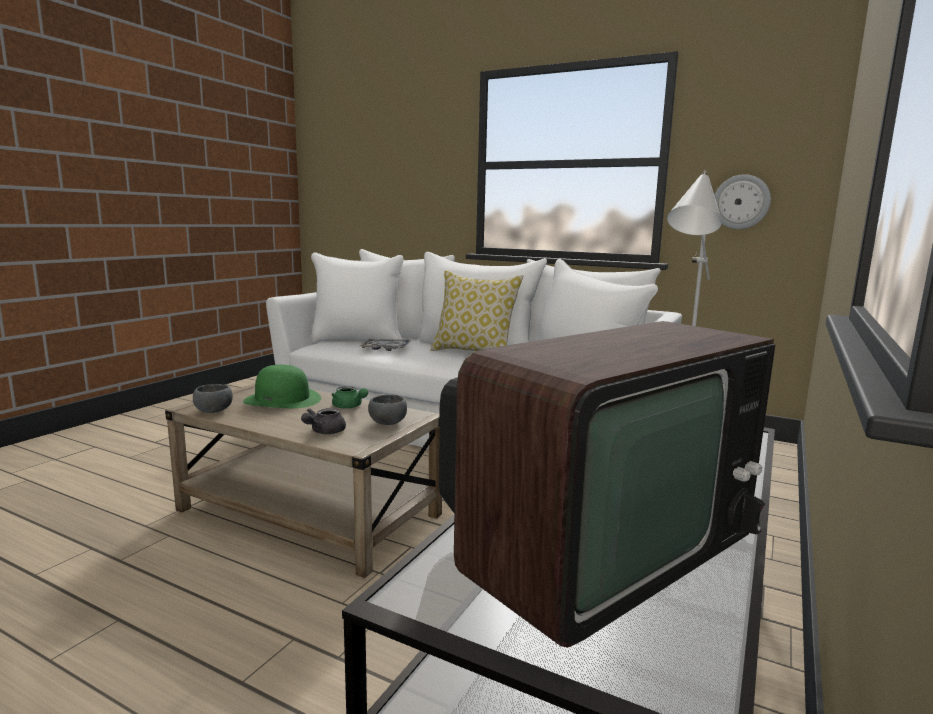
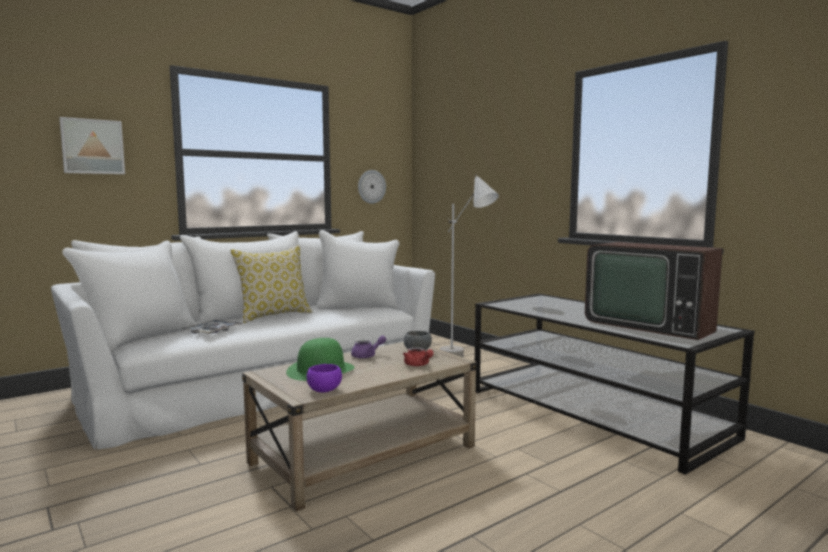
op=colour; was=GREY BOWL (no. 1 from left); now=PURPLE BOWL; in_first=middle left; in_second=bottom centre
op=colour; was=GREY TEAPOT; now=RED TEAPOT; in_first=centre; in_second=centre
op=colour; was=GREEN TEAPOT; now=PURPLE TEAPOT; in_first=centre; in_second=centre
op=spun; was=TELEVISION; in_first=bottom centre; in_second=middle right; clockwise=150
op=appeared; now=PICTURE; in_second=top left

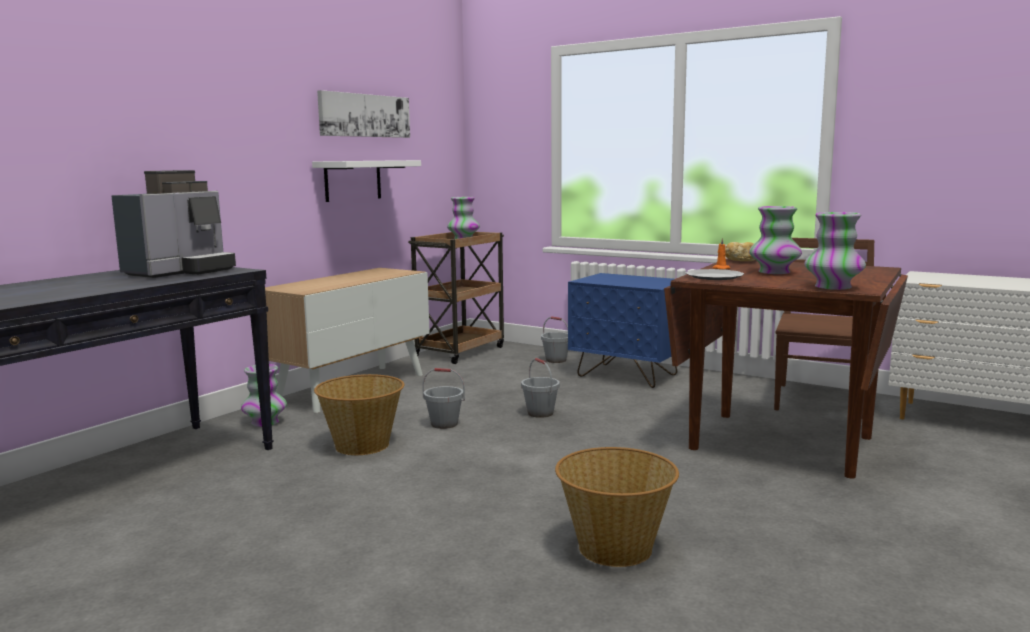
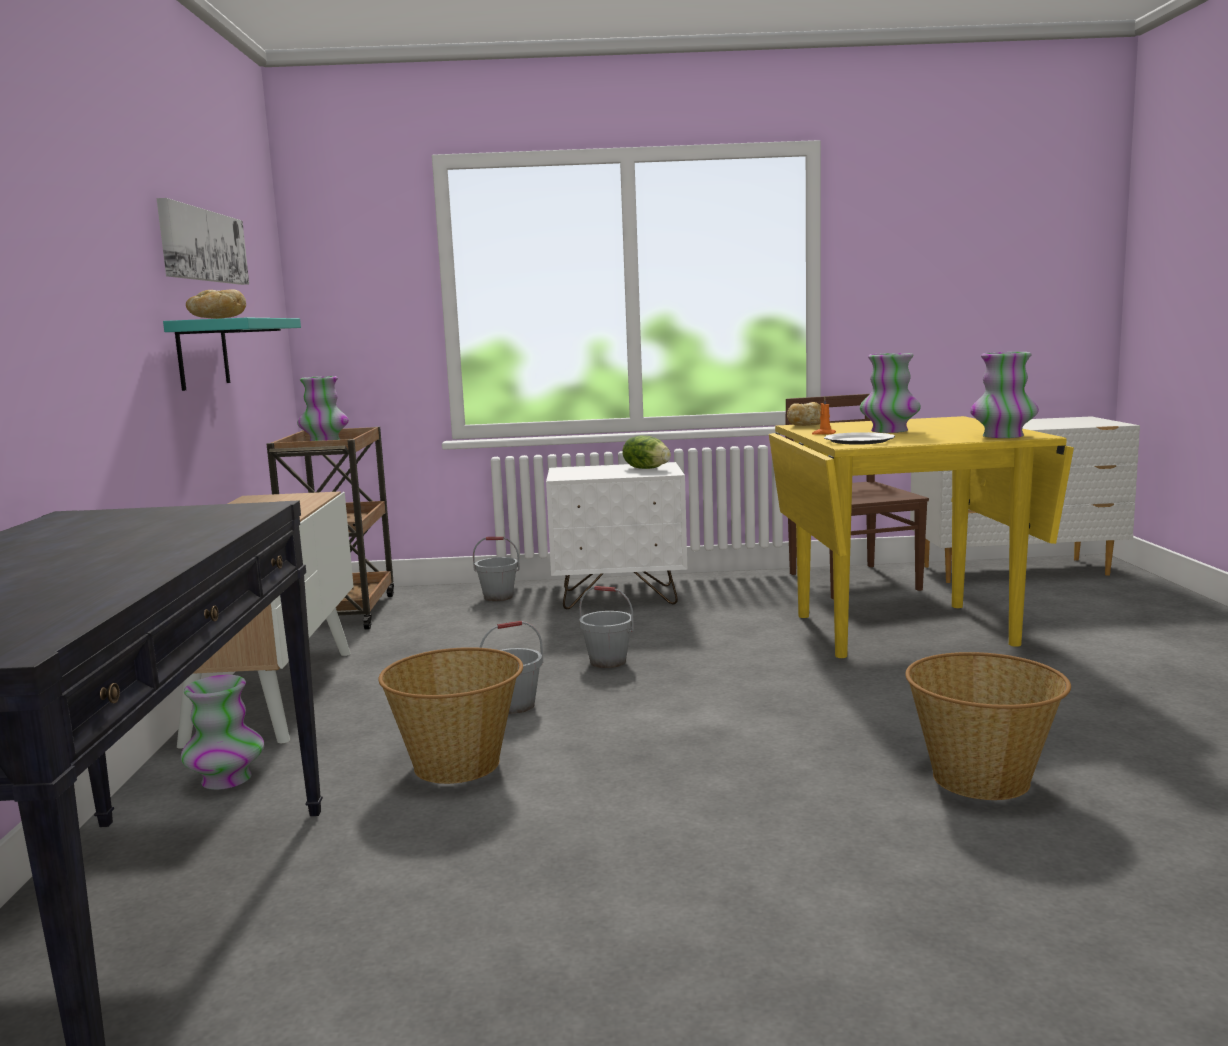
op=missing; was=COFFEE MACHINE; in_first=middle left
op=colour; was=WHITE SHELF; now=TURQUOISE SHELF; in_first=top centre; in_second=middle left
op=colour; was=BLUE NIGHTSTAND; now=WHITE NIGHTSTAND; in_first=centre; in_second=centre
op=colour; was=BROWN DINING TABLE; now=YELLOW DINING TABLE; in_first=middle right; in_second=middle right
op=appeared; now=BREAD (no. 1 from left); in_second=top left
op=appeared; now=LETTUCE; in_second=centre

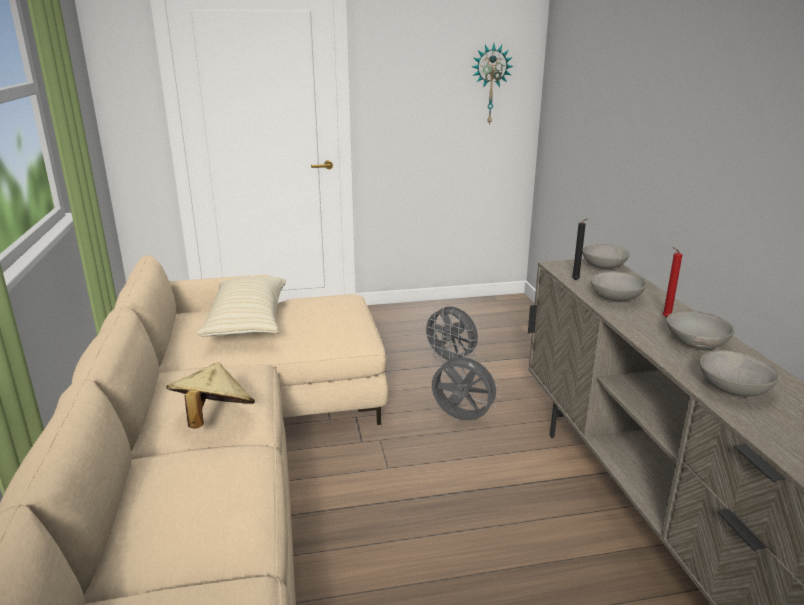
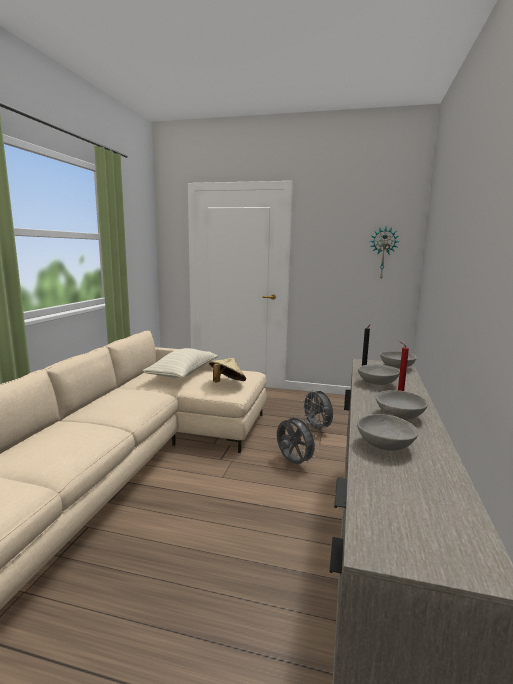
op=relocated; was=BEIGE HAT; in_first=middle left; in_second=centre

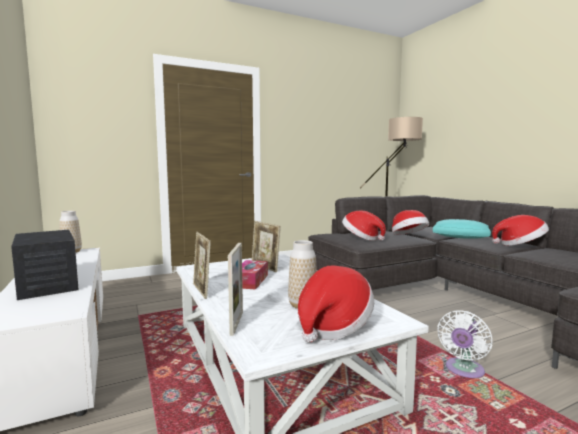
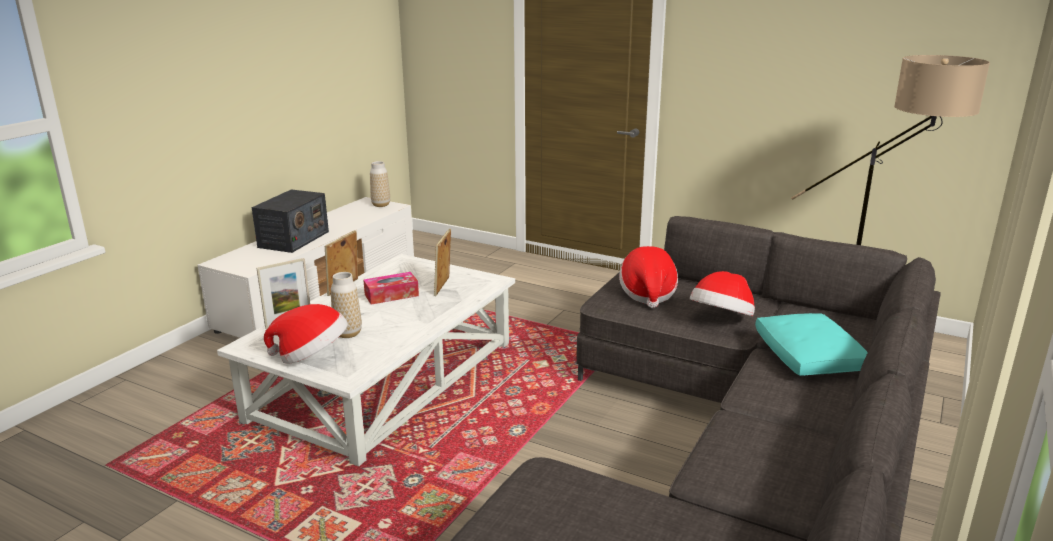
op=missing; was=WHITE FAN; in_first=bottom right
op=missing; was=HAT (no. 4 from left); in_first=middle right

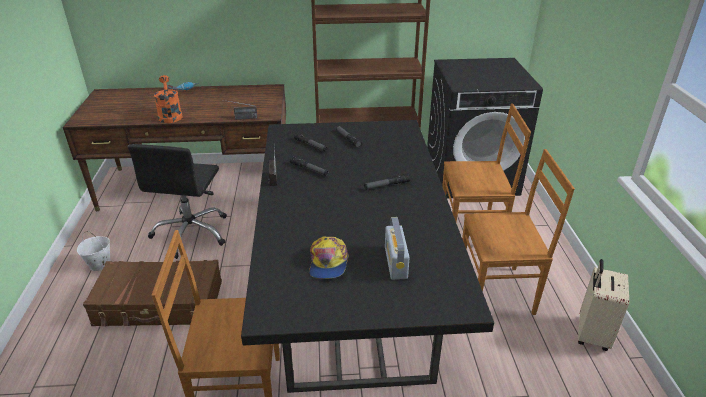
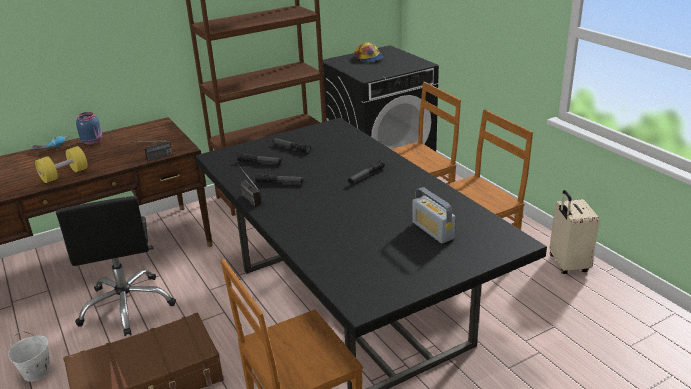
op=exchanged; was=ORANGE WATERING CAN; now=YELLOW DUMBBELL; in_first=top left; in_second=middle left
op=relocated; was=CAP; in_first=centre; in_second=top centre
op=appeared; now=BLUE JAR; in_second=top left

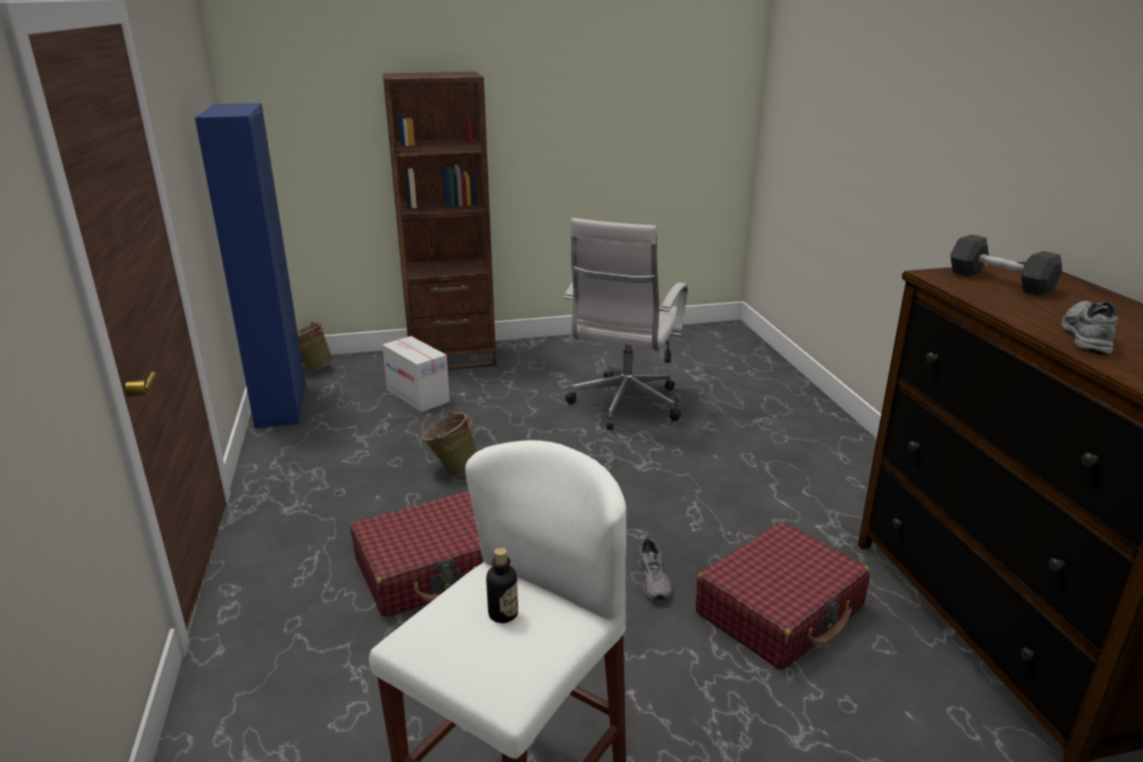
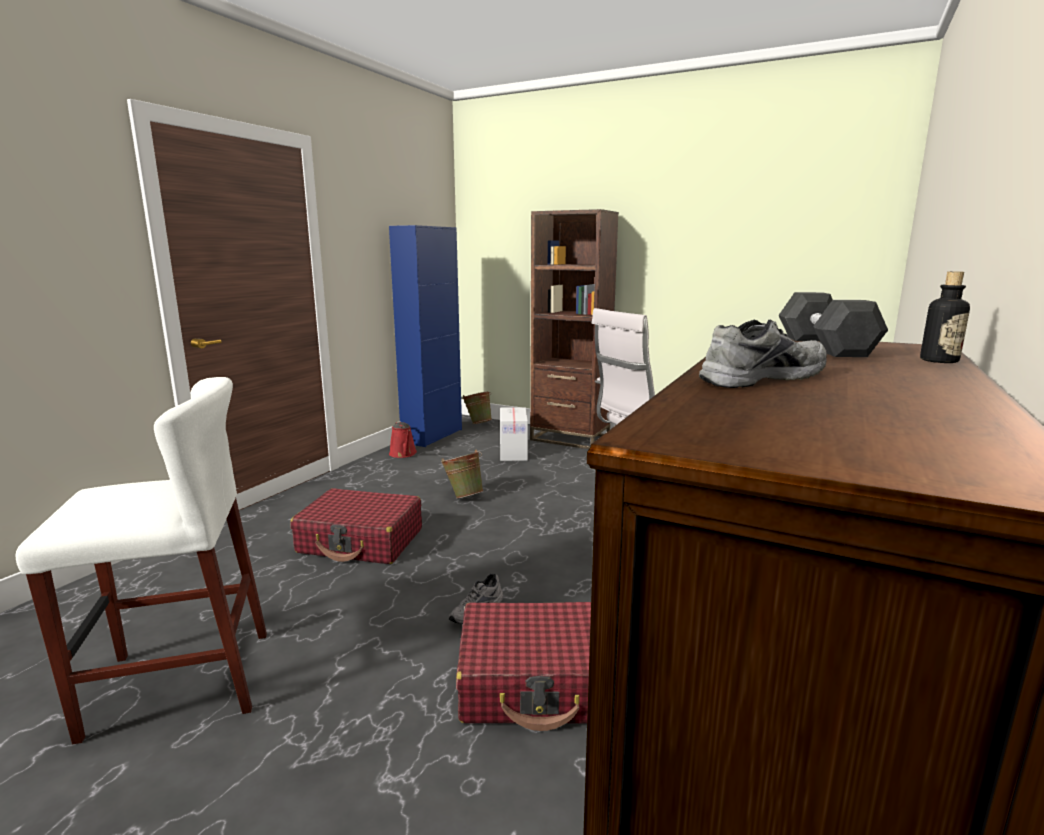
op=relocated; was=BOTTLE; in_first=bottom centre; in_second=middle right
op=appeared; now=RED WATERING CAN; in_second=centre

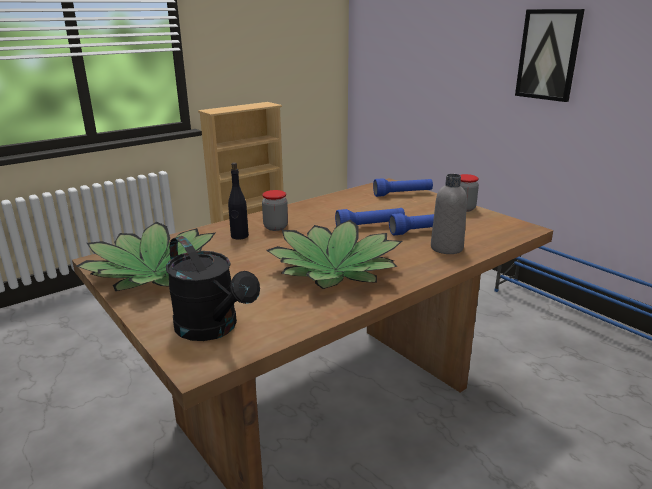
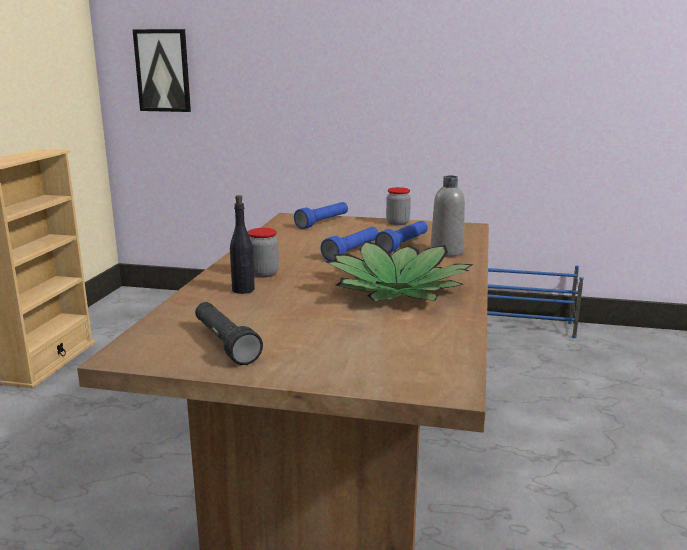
op=exchanged; was=POTTED PLANT (no. 1 from left); now=BLACK FLASHLIGHT; in_first=middle left; in_second=centre
op=missing; was=BLACK WATERING CAN; in_first=middle left
op=relocated; was=PICTURE; in_first=top right; in_second=top left

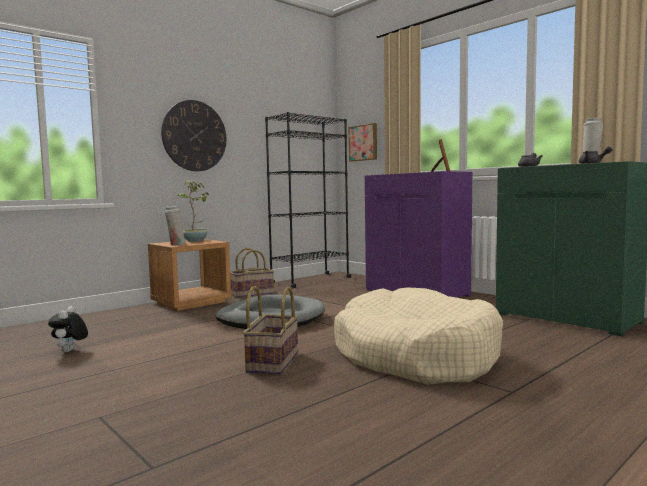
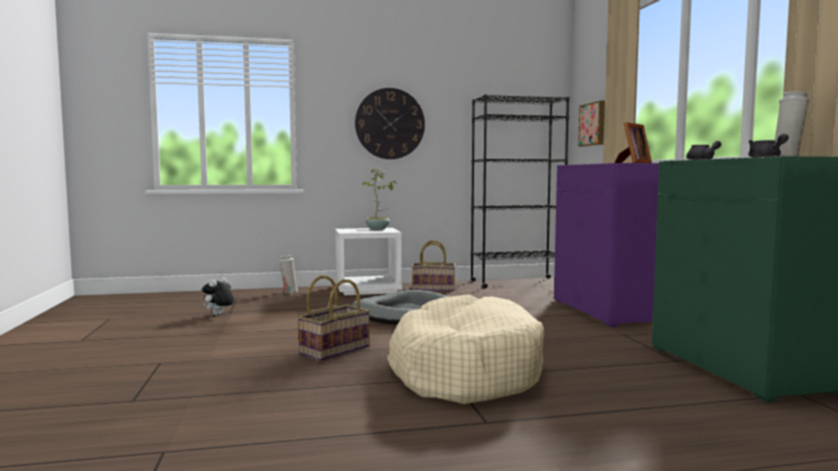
op=colour; was=BROWN NIGHTSTAND; now=WHITE NIGHTSTAND; in_first=middle left; in_second=centre
op=relocated; was=WHITE VASE (no. 1 from left); in_first=middle left; in_second=centre

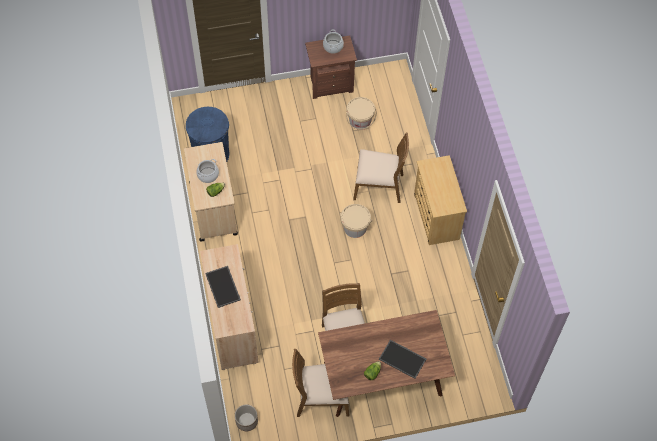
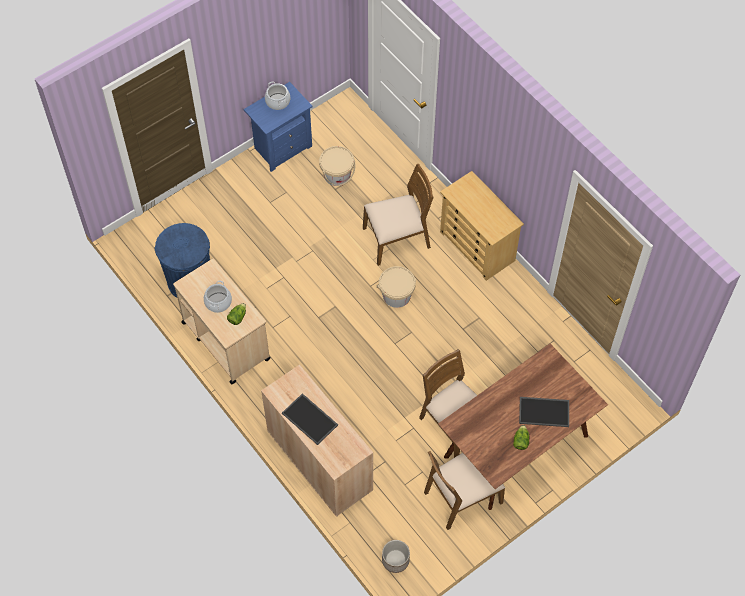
op=colour; was=BROWN NIGHTSTAND; now=BLUE NIGHTSTAND; in_first=top centre; in_second=top centre

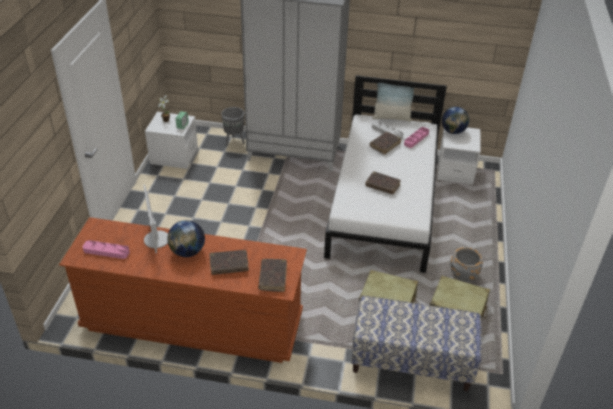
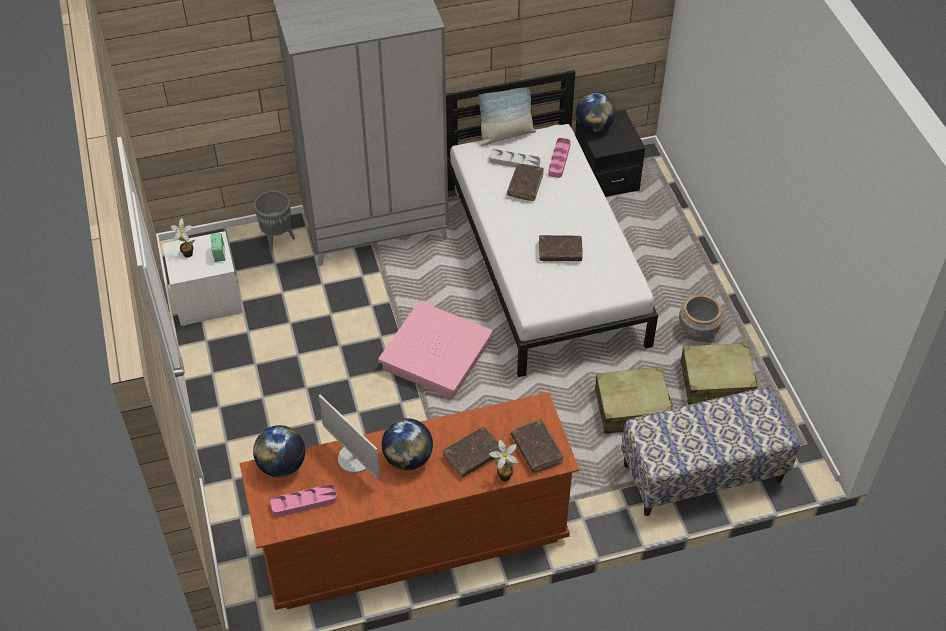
op=colour; was=WHITE NIGHTSTAND (no. 2 from left); now=BLACK NIGHTSTAND; in_first=middle right; in_second=top centre
op=appeared; now=GLOBE (no. 1 from left); in_second=bottom left
op=appeared; now=PINK STORAGE BOX; in_second=centre
op=appeared; now=POTTED PLANT (no. 2 from left); in_second=bottom centre

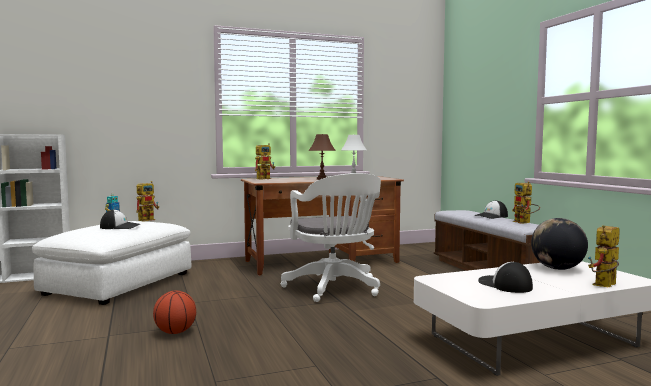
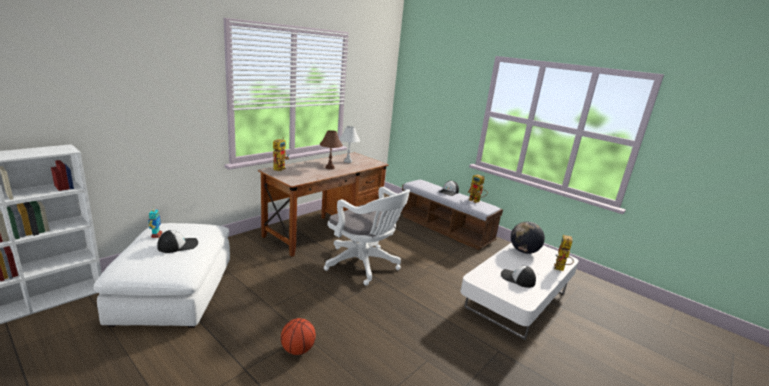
op=missing; was=TOY ROBOT (no. 2 from left); in_first=middle left

